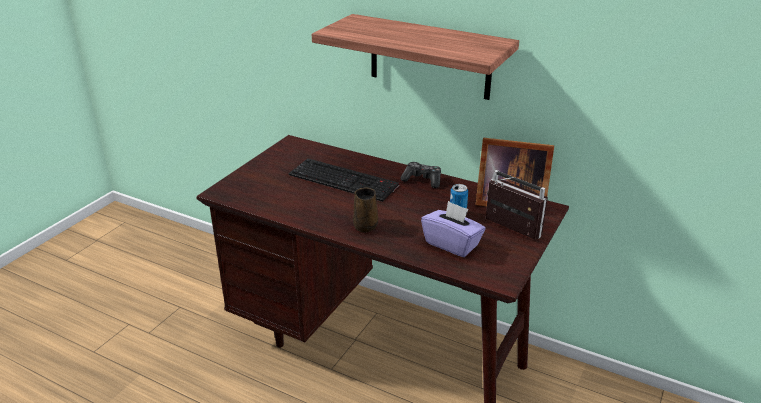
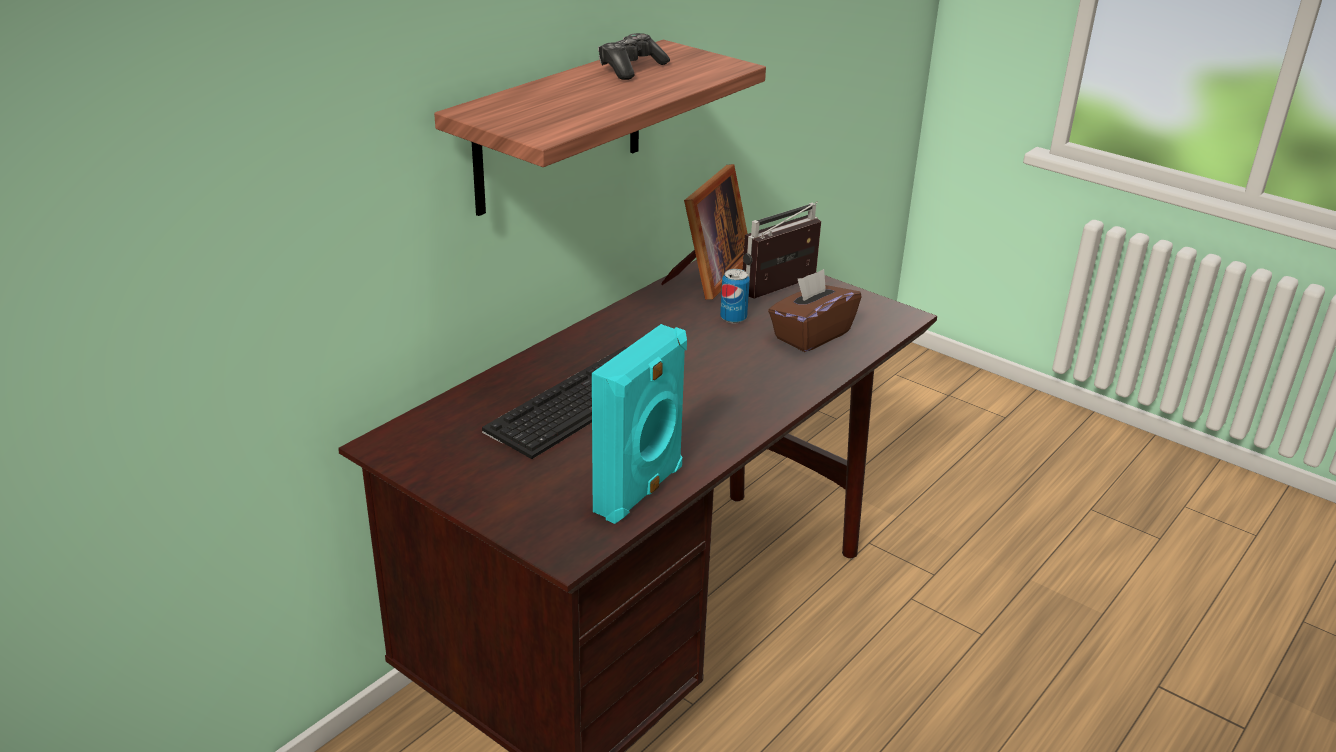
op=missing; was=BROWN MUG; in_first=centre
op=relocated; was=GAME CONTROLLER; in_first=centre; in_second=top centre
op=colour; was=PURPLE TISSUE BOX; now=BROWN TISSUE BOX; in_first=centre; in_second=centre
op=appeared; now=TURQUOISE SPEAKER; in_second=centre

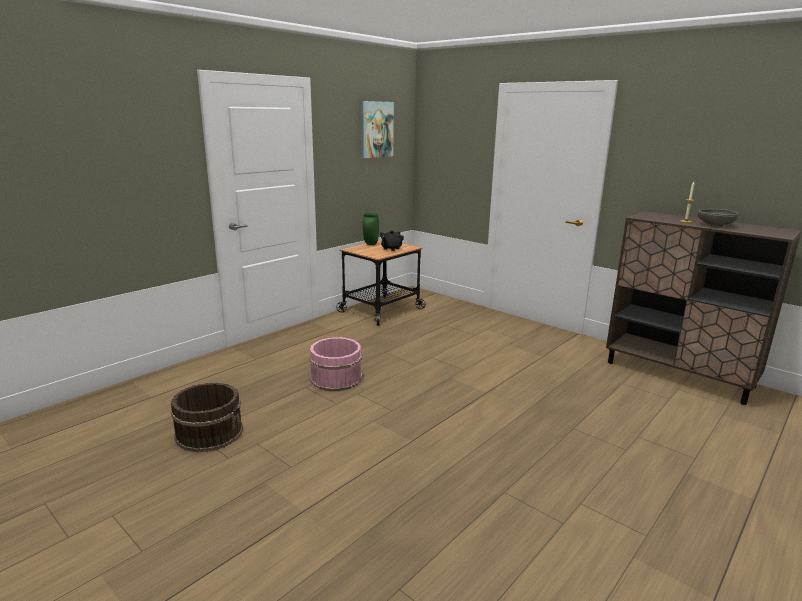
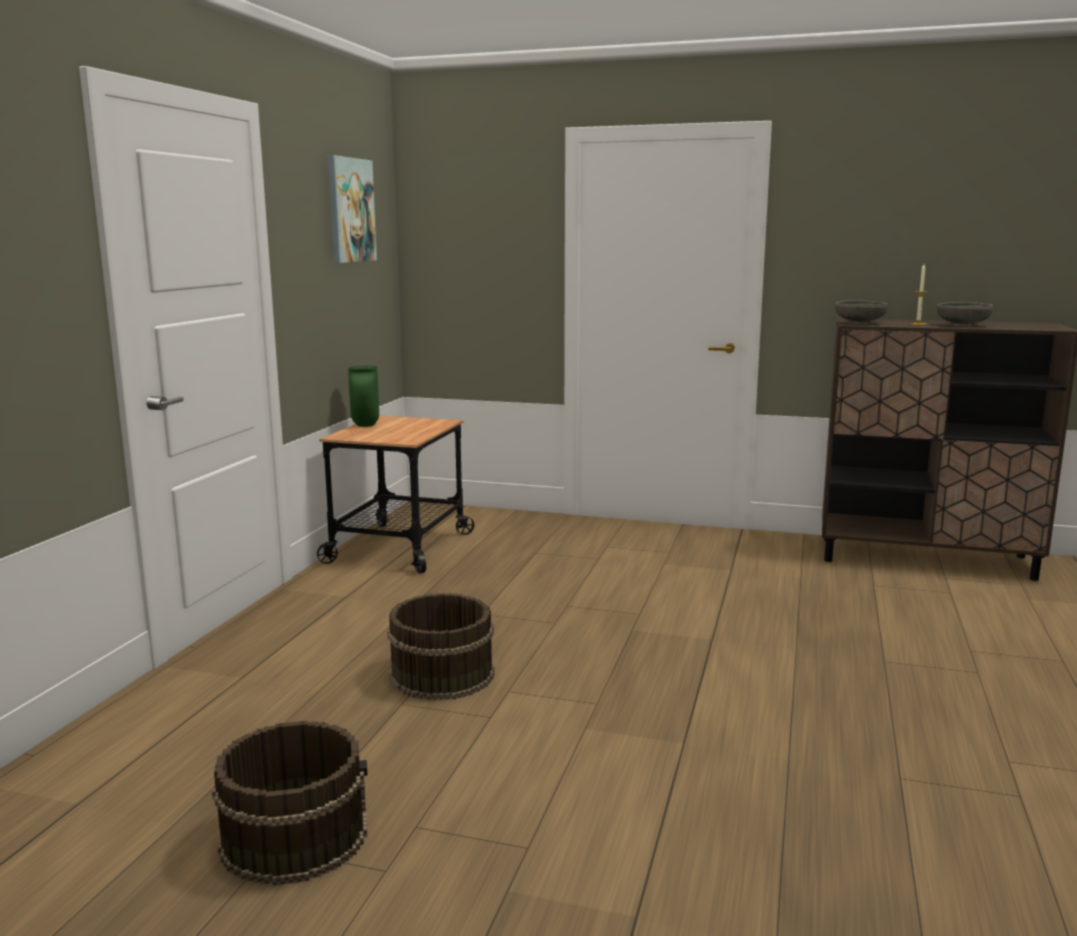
op=colour; was=PINK BUCKET; now=BROWN BUCKET (no. 2 from left); in_first=centre; in_second=bottom centre
op=missing; was=BLACK TEAPOT; in_first=centre
op=appeared; now=GREY BOWL (no. 1 from left); in_second=middle right

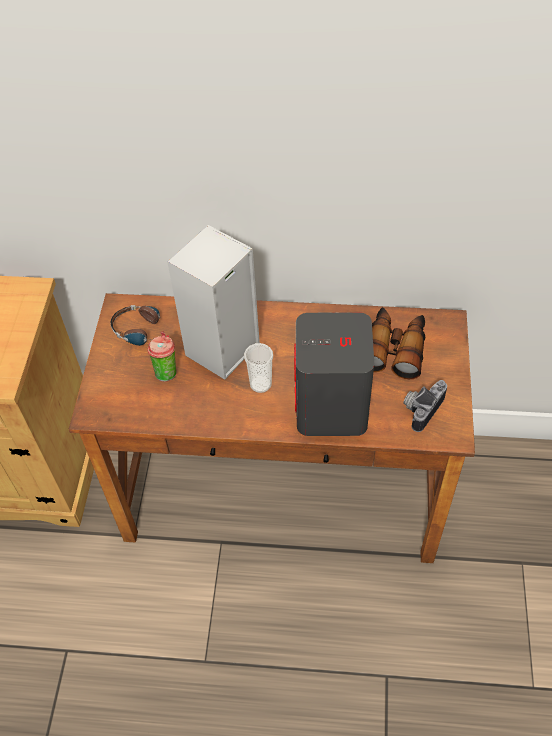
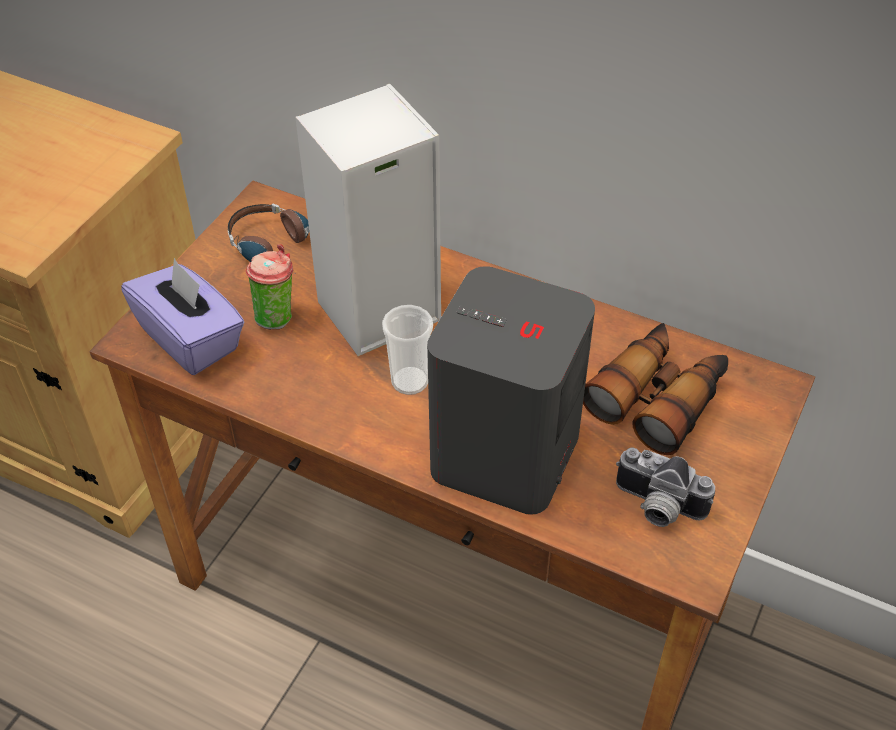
op=spun; was=PHOTO CAMERA; in_first=middle right; in_second=bottom right; clockwise=-120
op=appeared; now=PURPLE TISSUE BOX; in_second=middle left

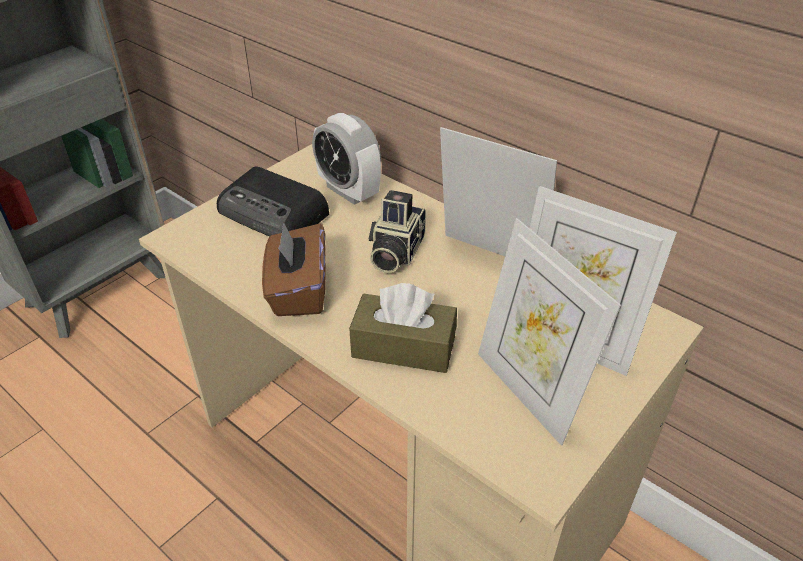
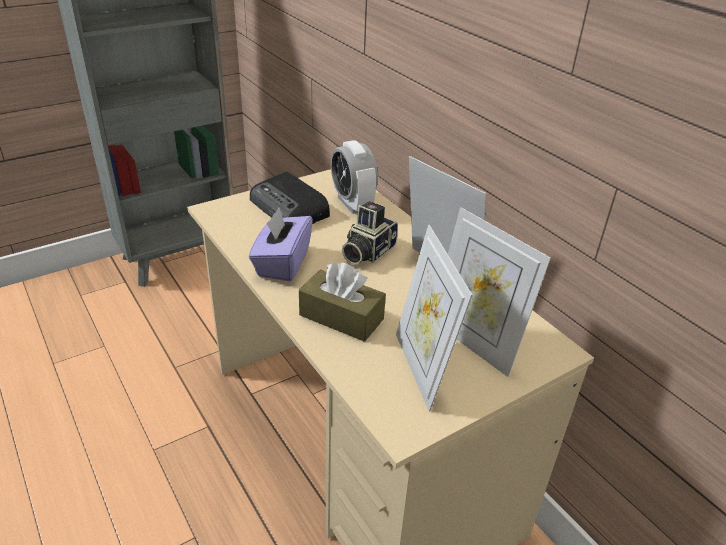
op=colour; was=BROWN TISSUE BOX (no. 1 from left); now=PURPLE TISSUE BOX; in_first=centre; in_second=centre

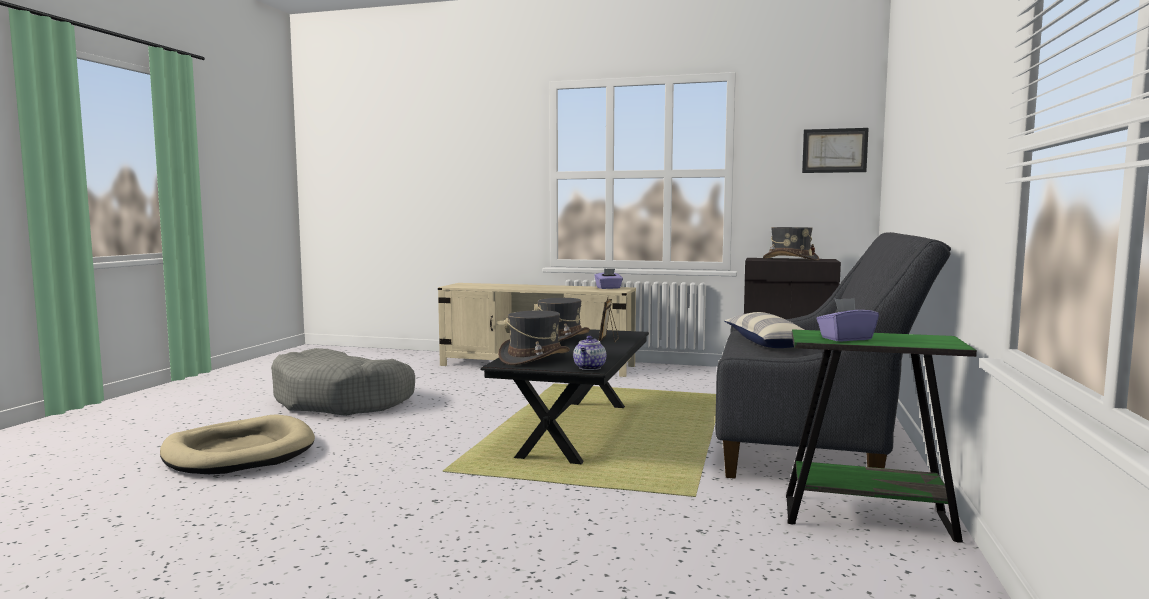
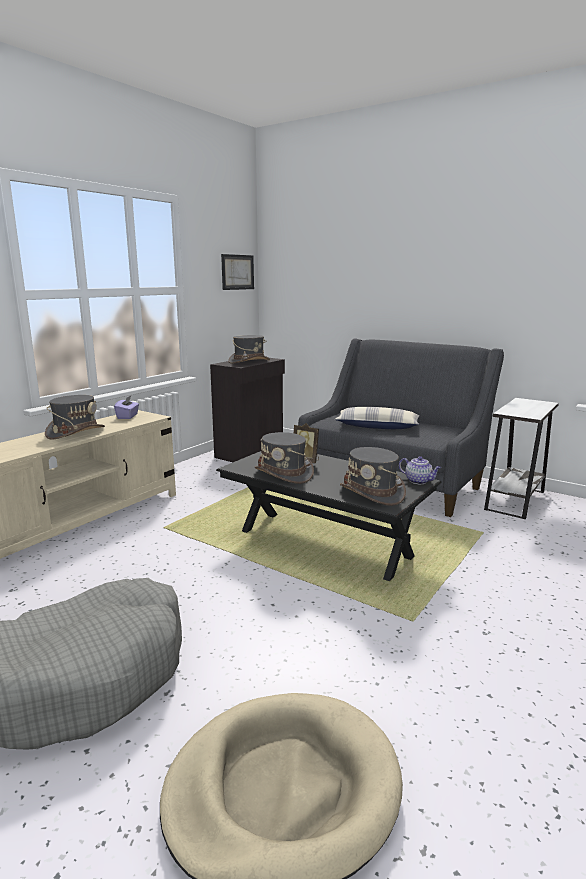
op=colour; was=GREEN SIDE TABLE; now=WHITE SIDE TABLE; in_first=bottom right; in_second=middle right
op=missing; was=PURPLE TISSUE BOX (no. 2 from left); in_first=middle right
op=appeared; now=GREY HAT (no. 1 from left); in_second=middle left

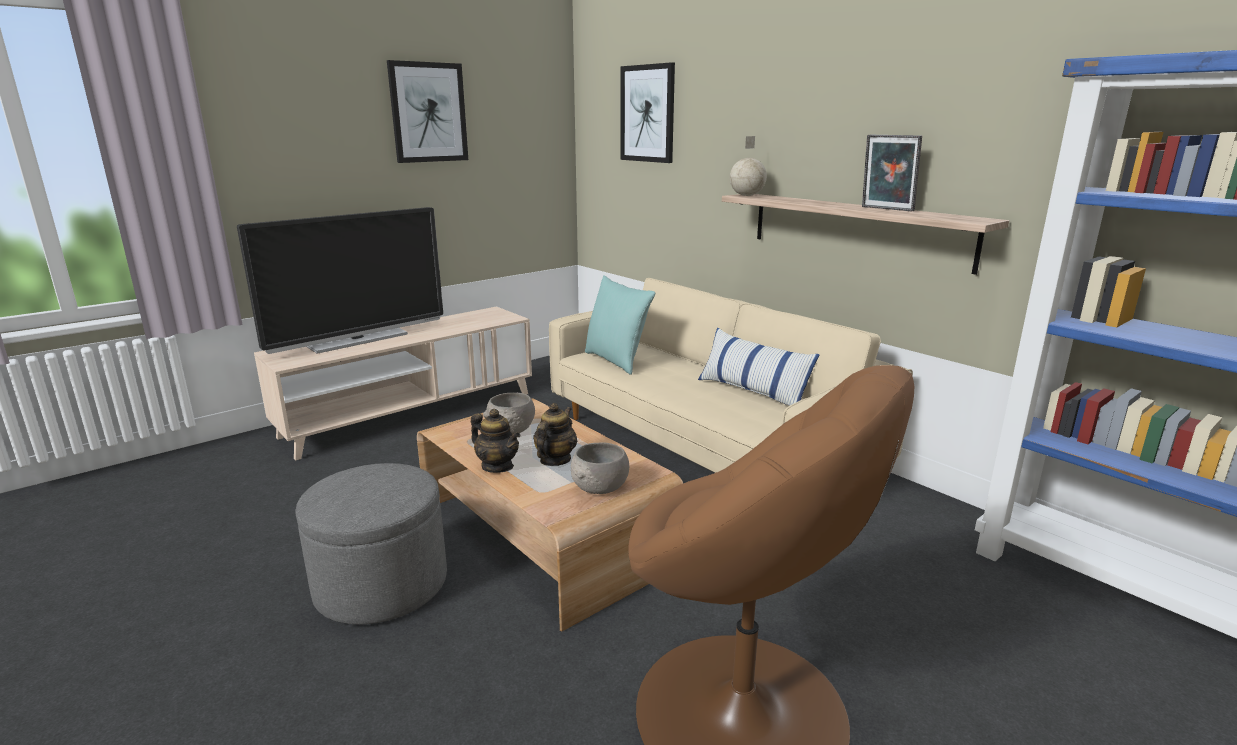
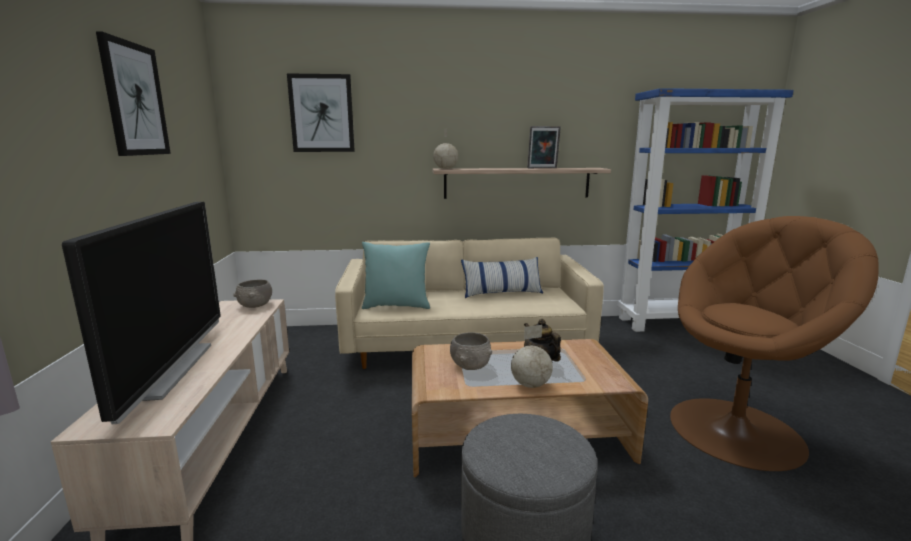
op=exchanged; was=TEAPOT (no. 1 from left); now=GLOBE (no. 2 from left); in_first=centre; in_second=centre
op=relocated; was=GREY BOWL (no. 2 from left in the first image); now=GREY BOWL (no. 1 from left); in_first=centre; in_second=middle left

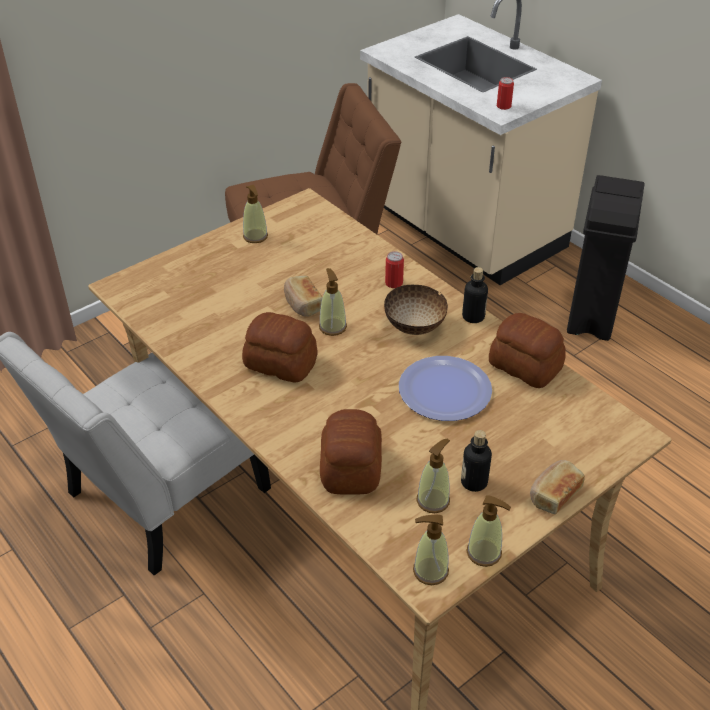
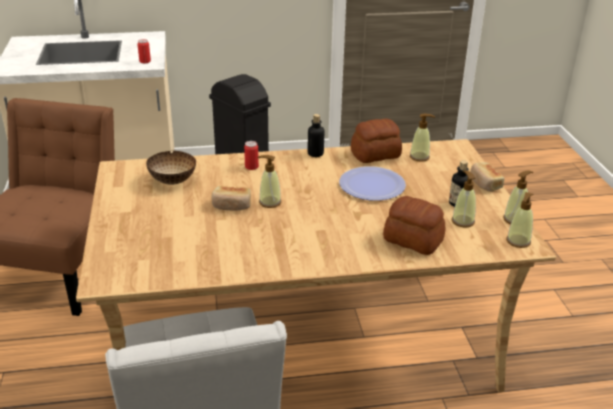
op=missing; was=BREAD (no. 1 from left); in_first=centre
op=relocated; was=SOAP DISPENSER (no. 1 from left in the first image); now=SOAP DISPENSER (no. 2 from left); in_first=top centre; in_second=middle right
op=relocated; was=BOWL; in_first=centre; in_second=middle left

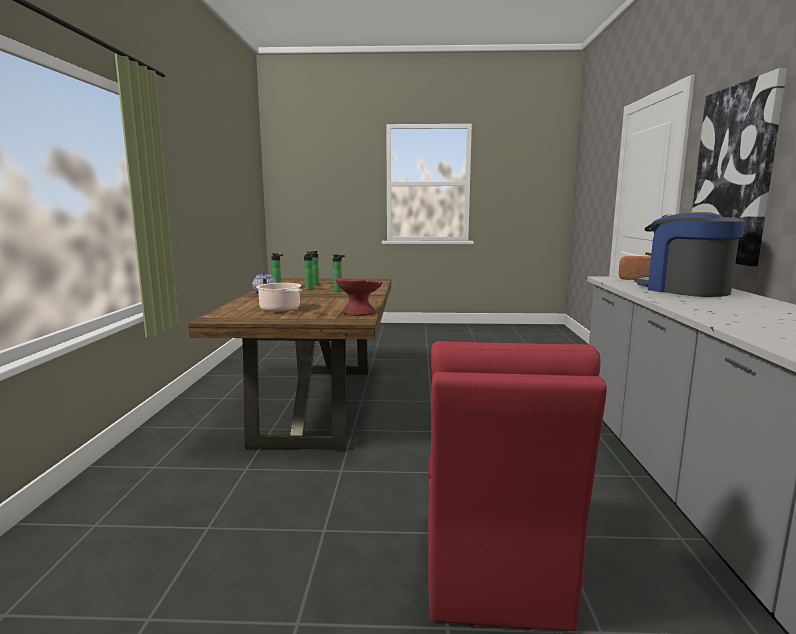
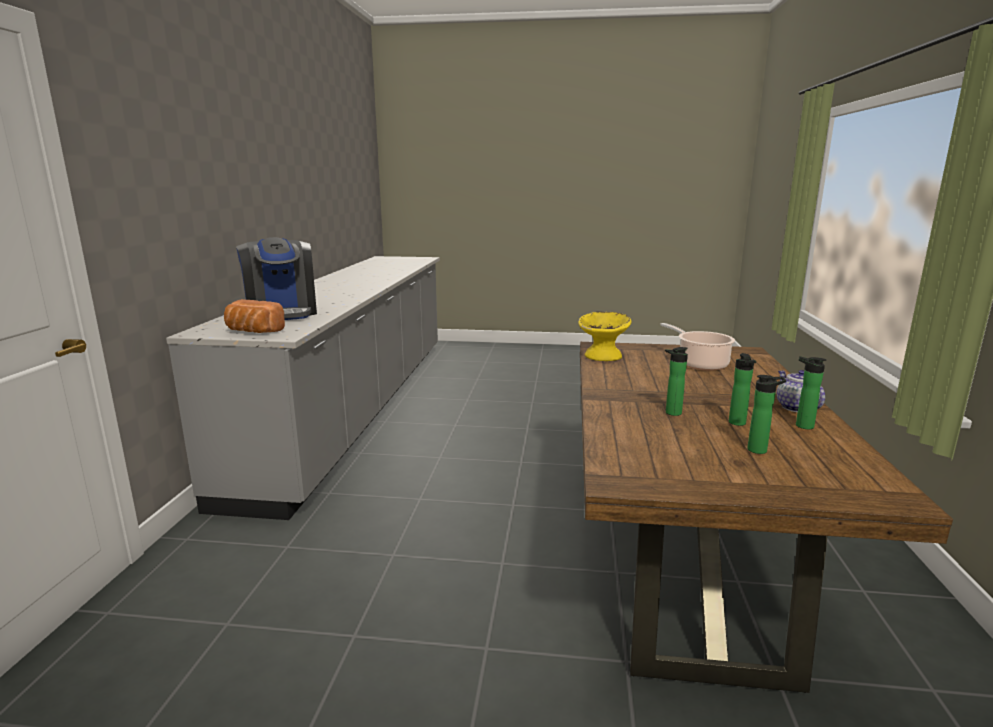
op=colour; was=RED BOWL; now=YELLOW BOWL; in_first=centre; in_second=centre
op=missing; was=RED CHAIR; in_first=bottom centre
op=missing; was=PICTURE; in_first=top right

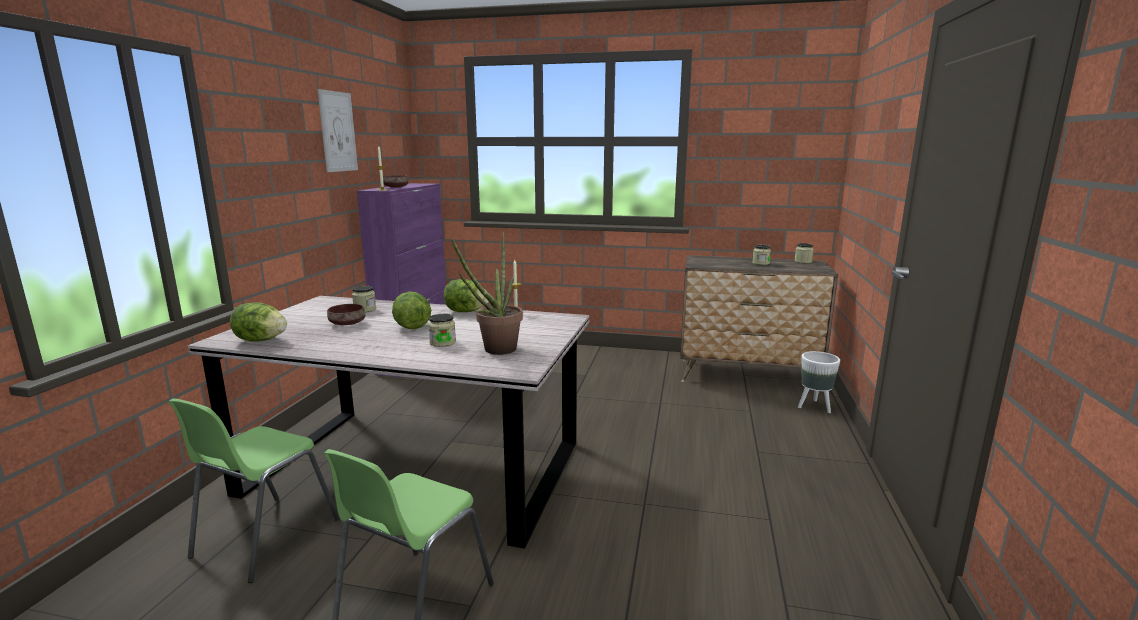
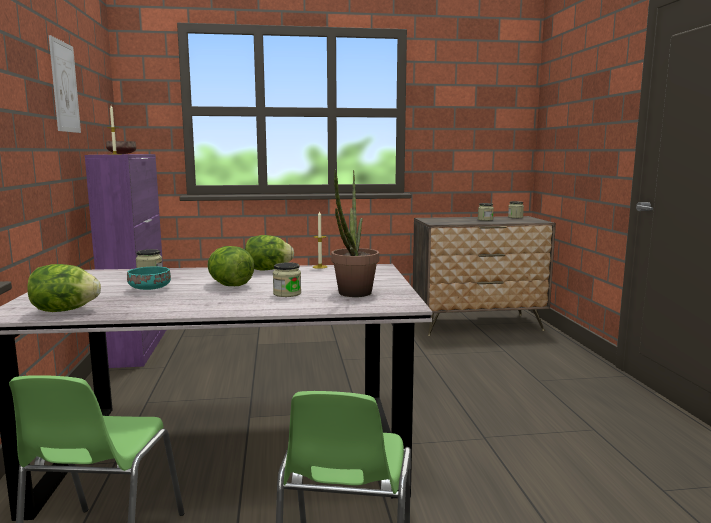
op=colour; was=BROWN BOWL (no. 1 from left); now=TURQUOISE BOWL; in_first=middle left; in_second=middle left
op=missing; was=WHITE PLANTER; in_first=middle right

